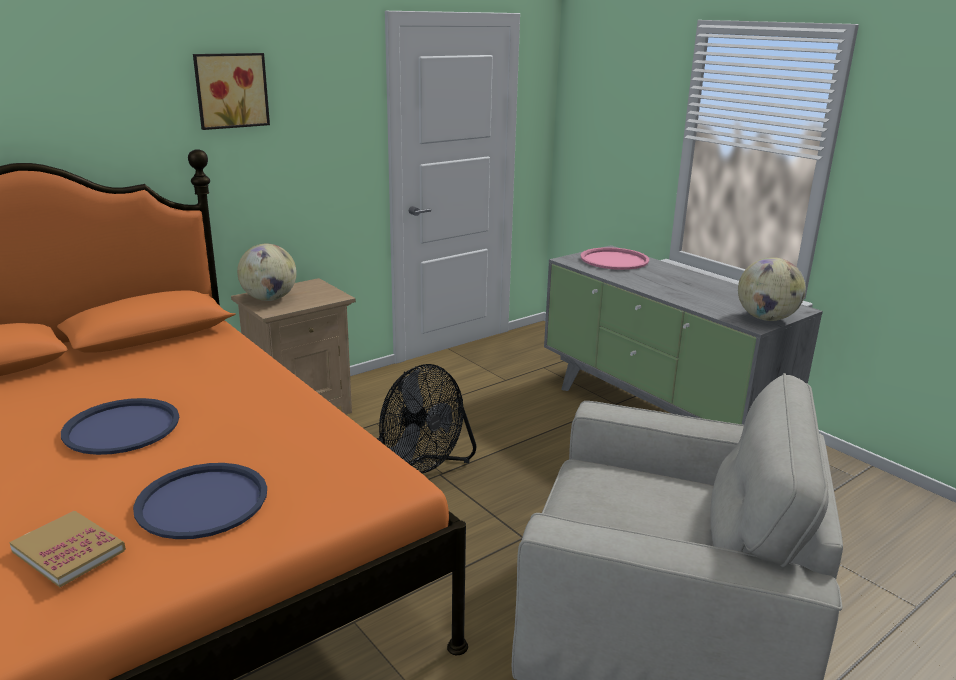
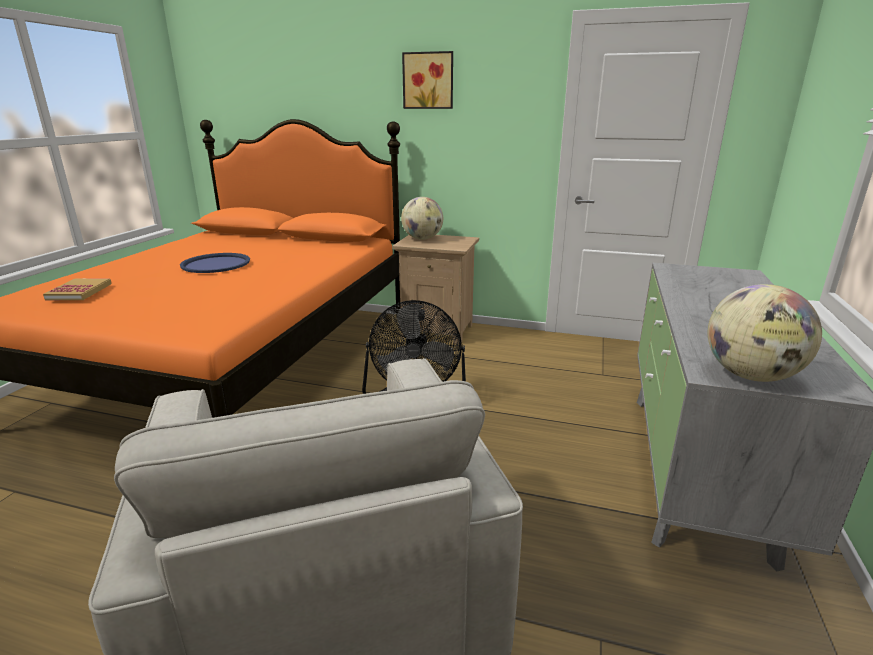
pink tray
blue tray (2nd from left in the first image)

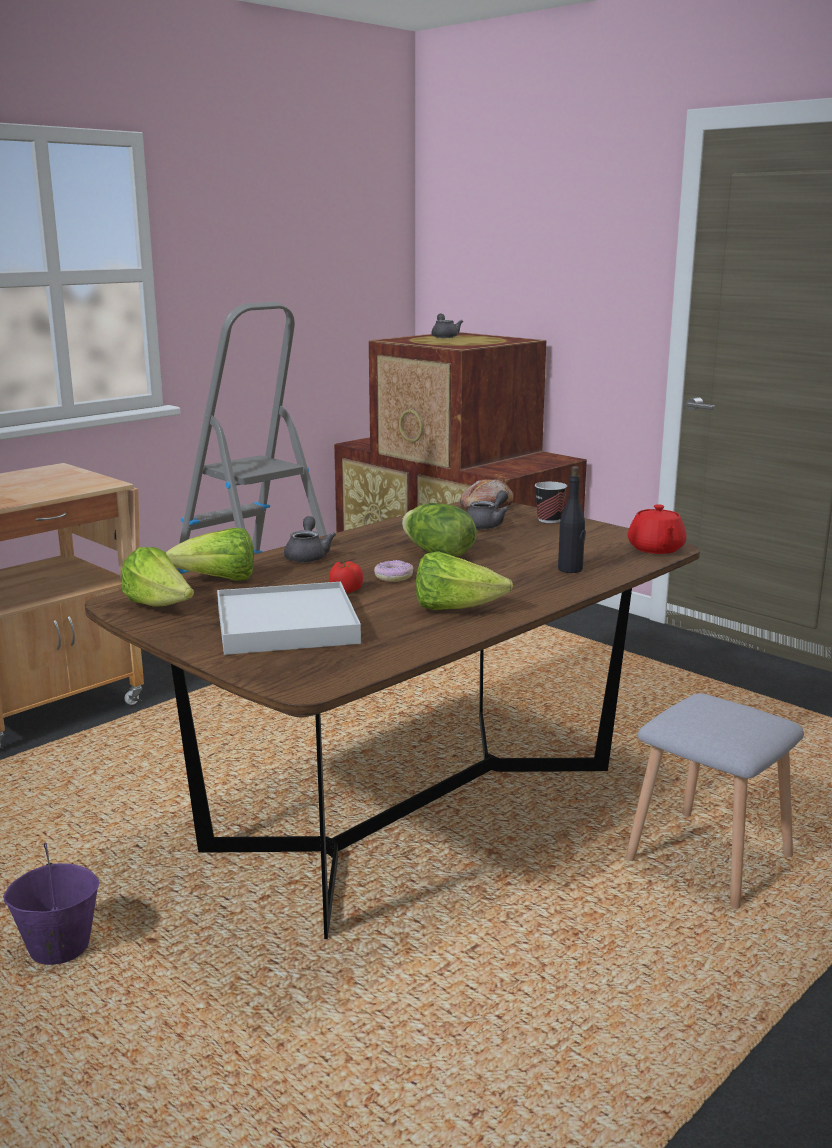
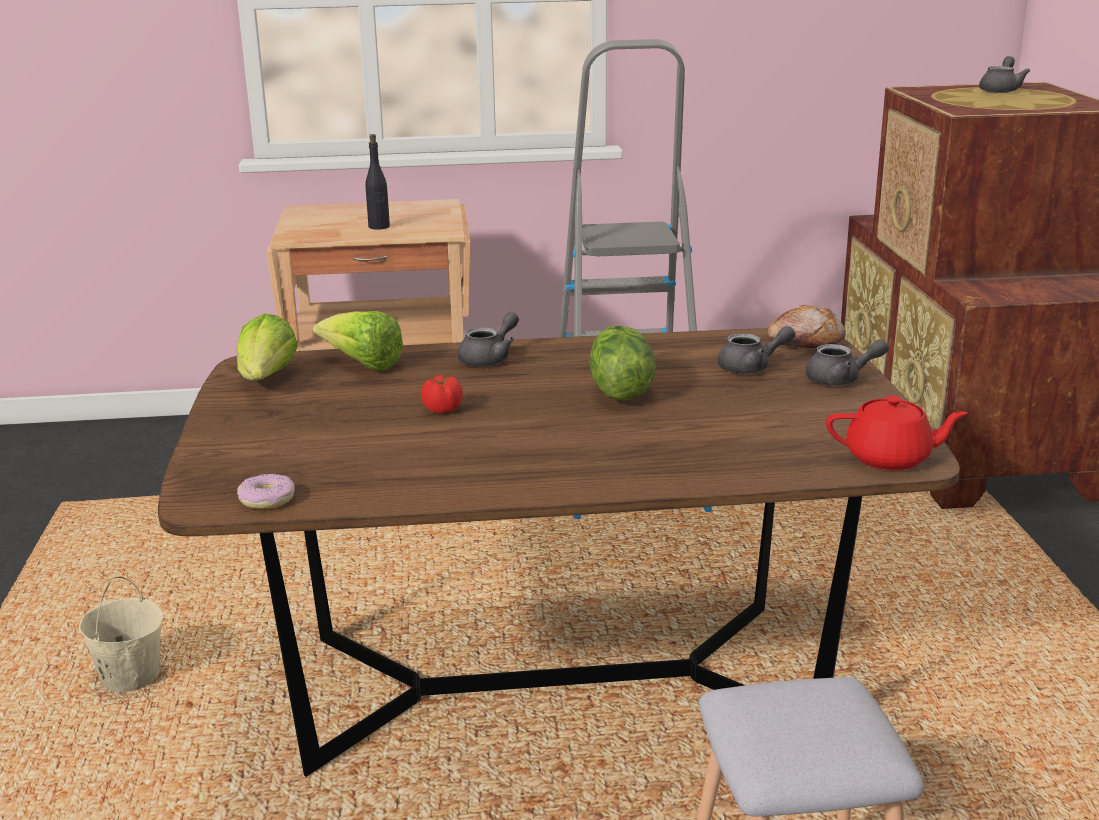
black bottle
grey teapot (3rd from left)
red teapot
lettuce (4th from left in the first image)
donut
white tray
beige bucket

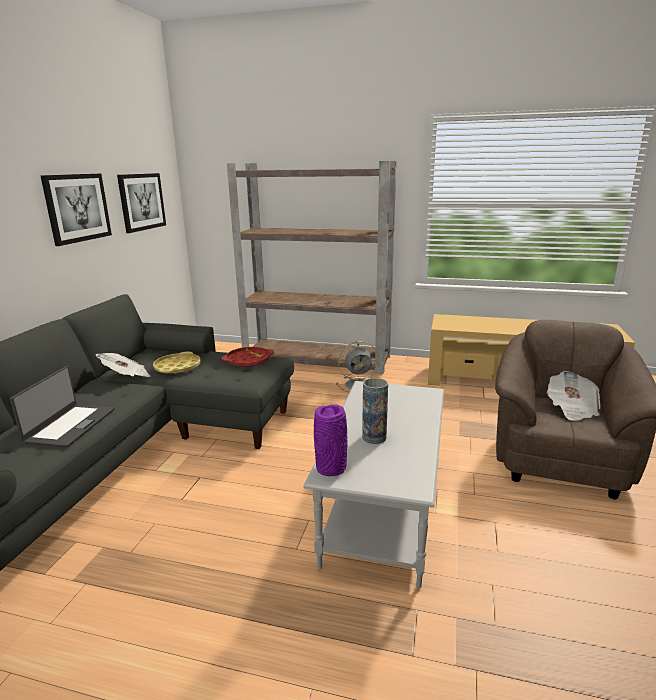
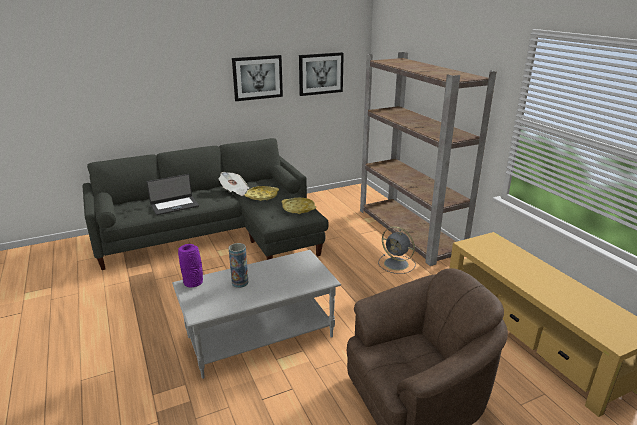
yellow tray (2nd from left)
newspaper (2nd from left in the first image)

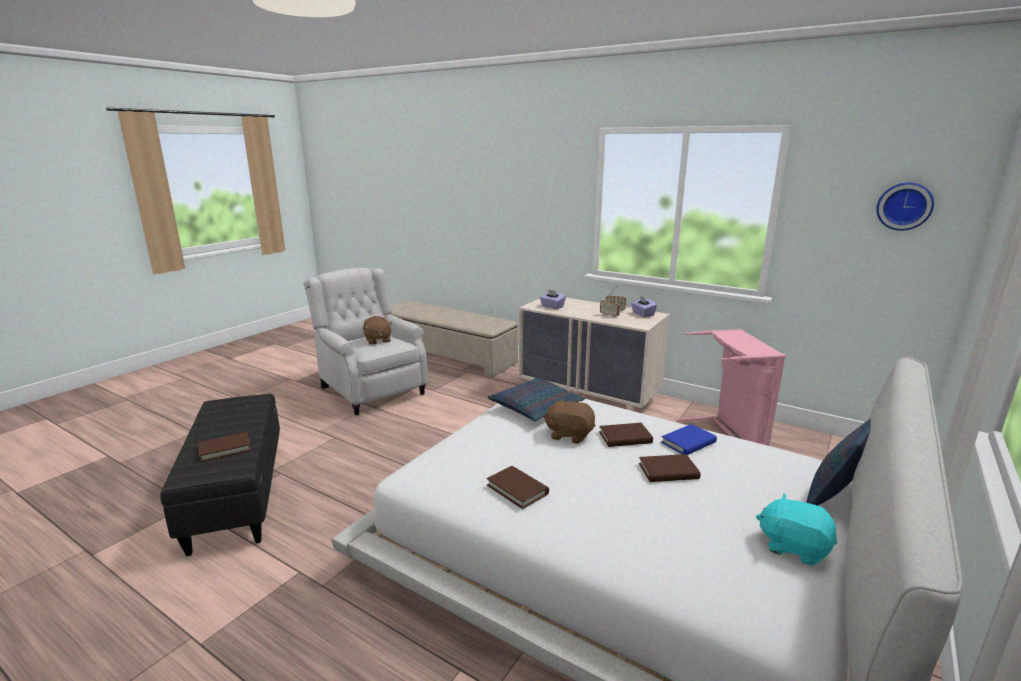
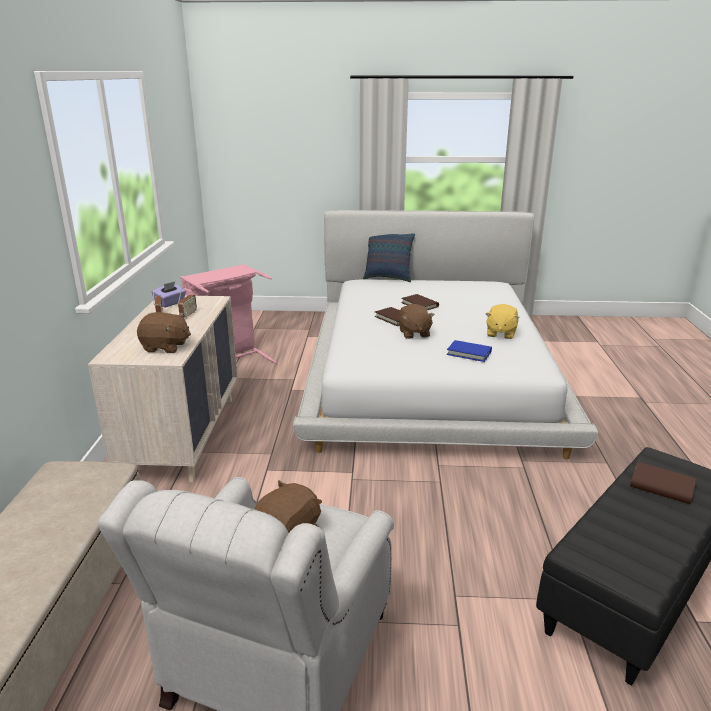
wall clock
brown plush toy (1st from left)
blue pillow (1st from left in the first image)
blue book
yellow plush toy
turquoise plush toy

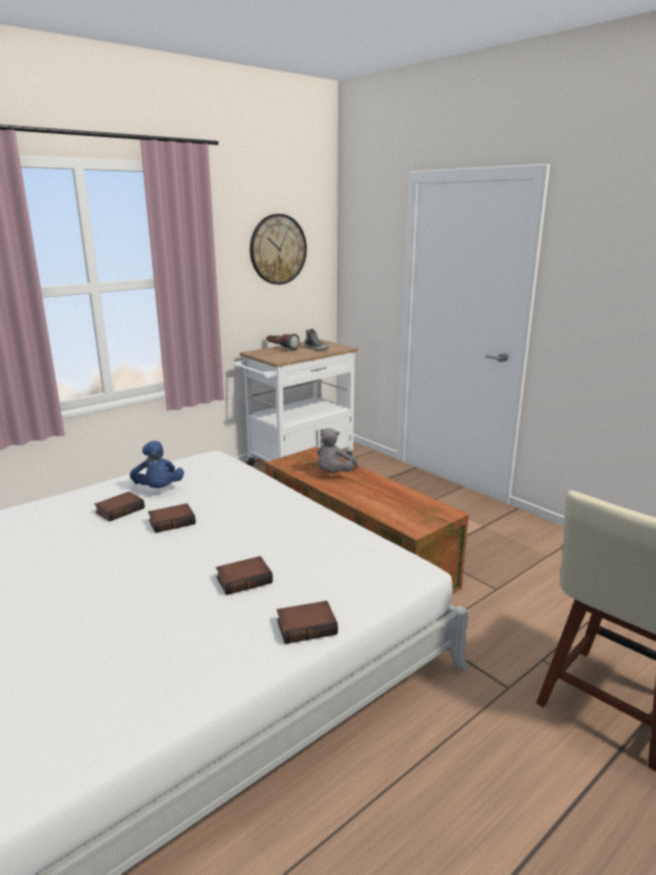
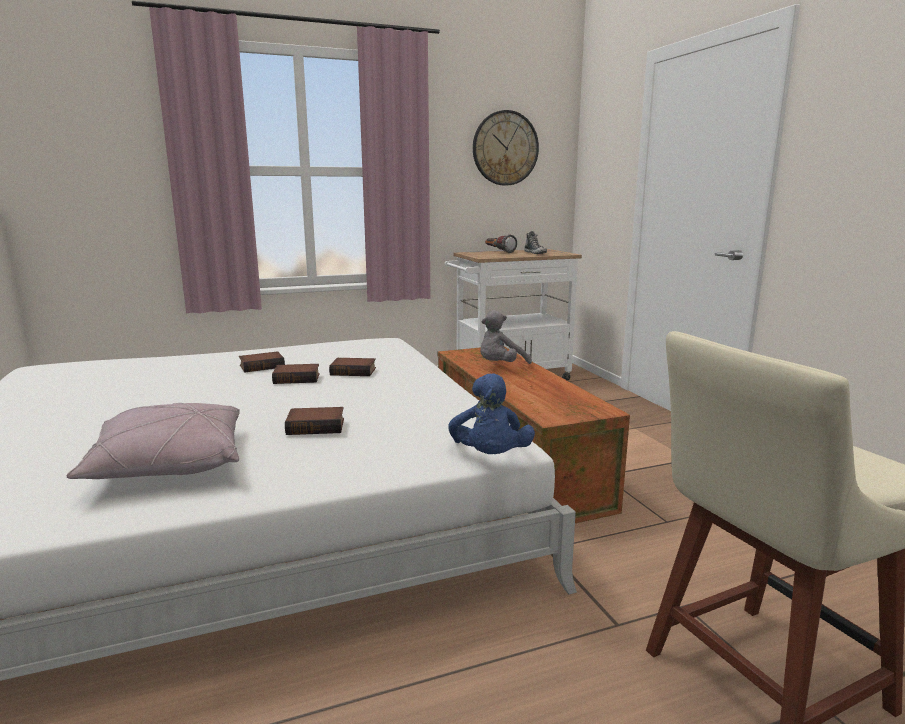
blue plush toy
book (4th from left)
purple pillow

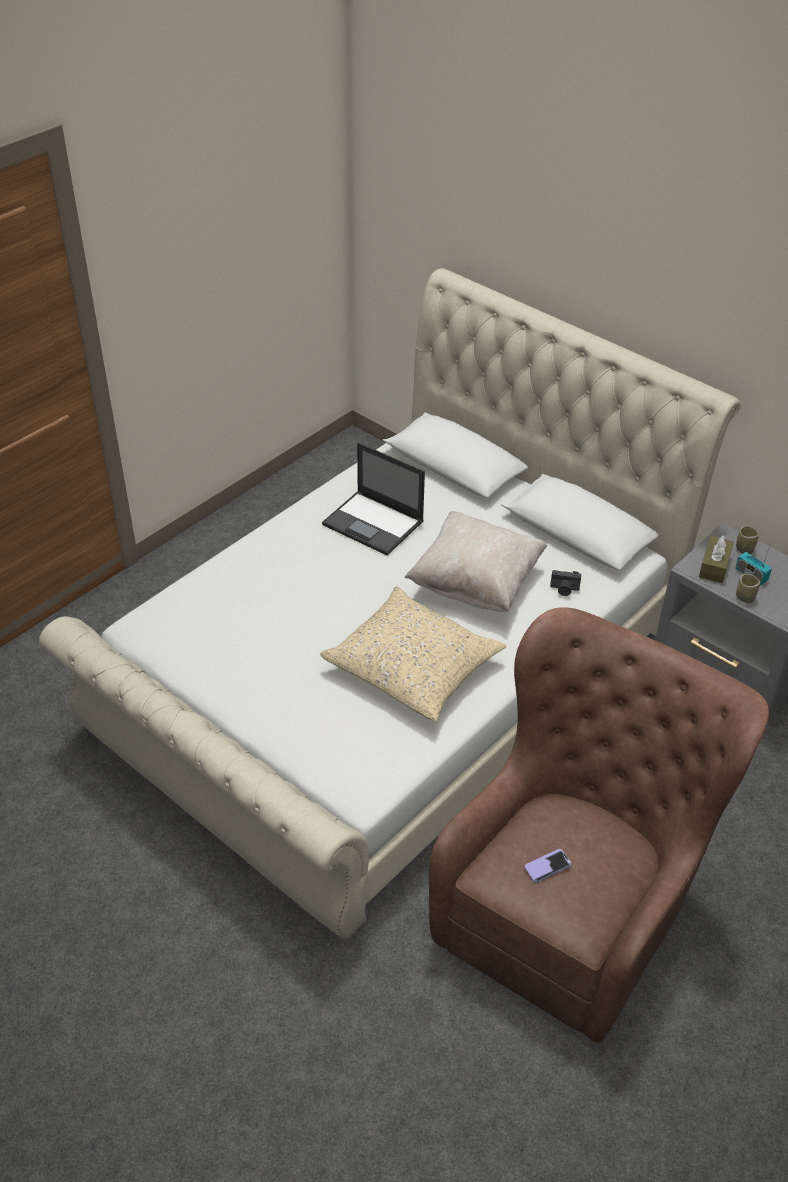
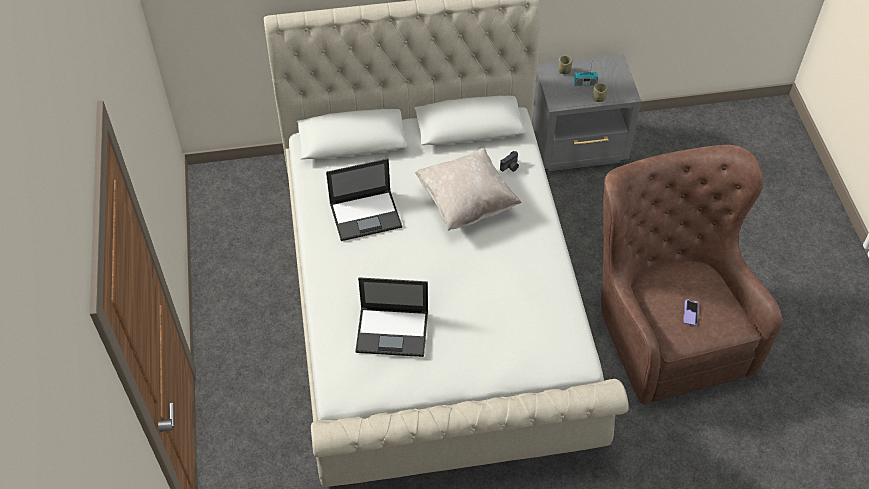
brown tissue box
beige pillow (1st from left in the first image)
laptop (2nd from left)

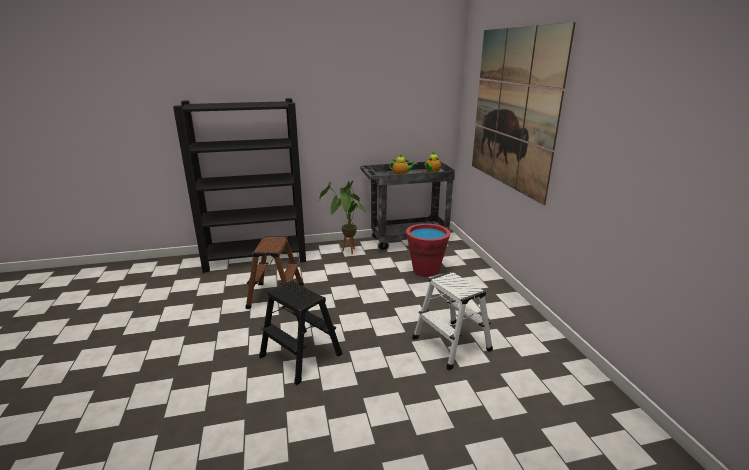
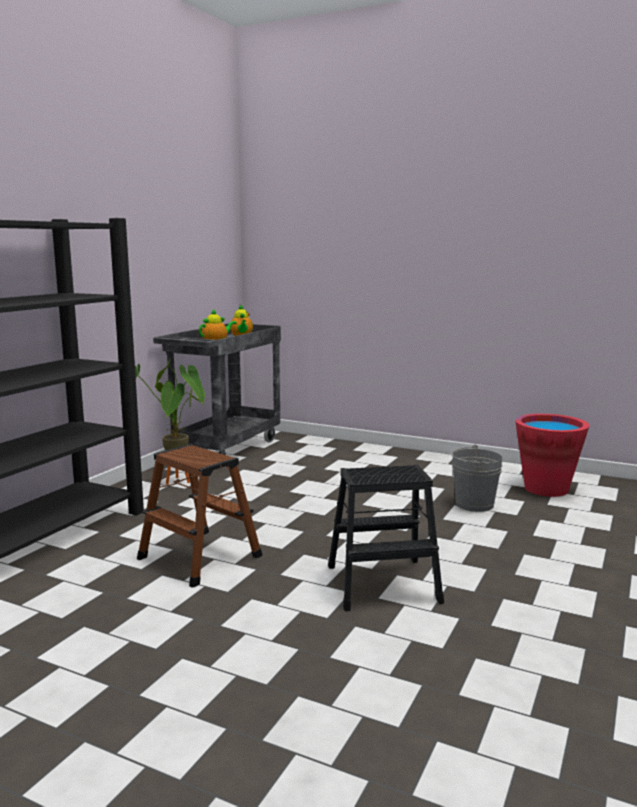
picture
red bucket
grey bucket

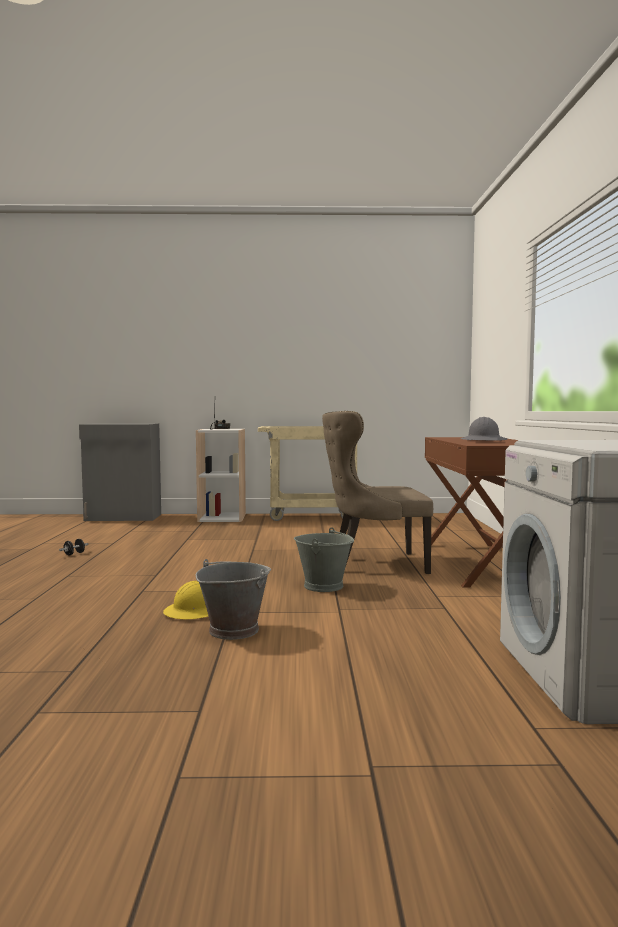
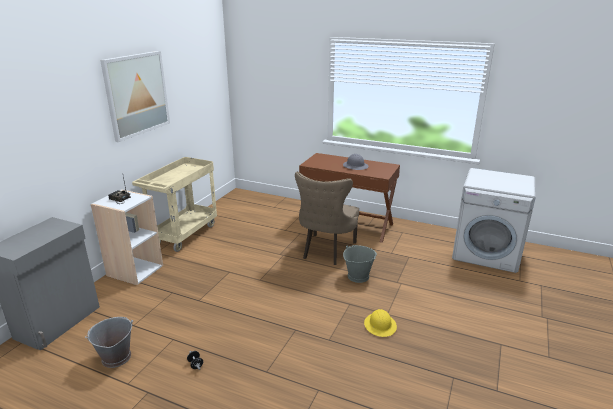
grey bucket (1st from left)
picture

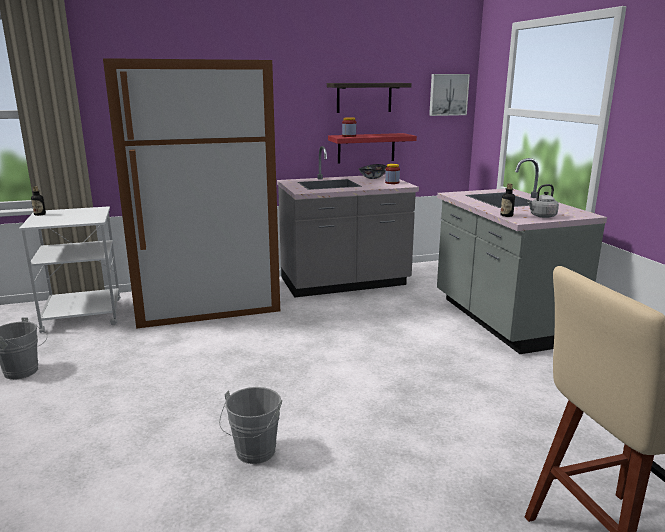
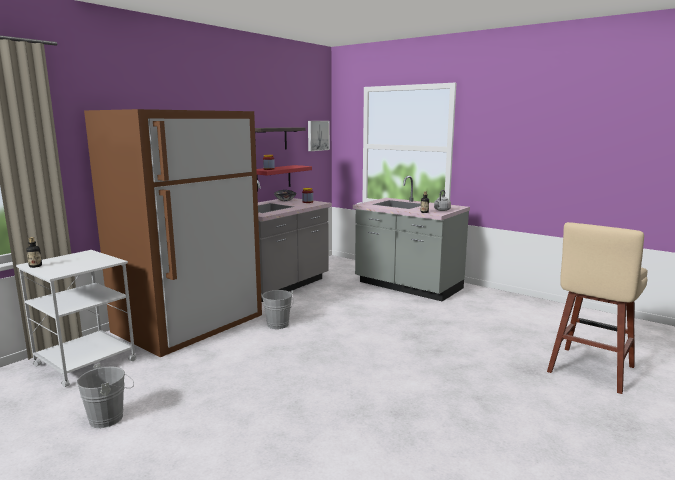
grey bucket (2nd from left)

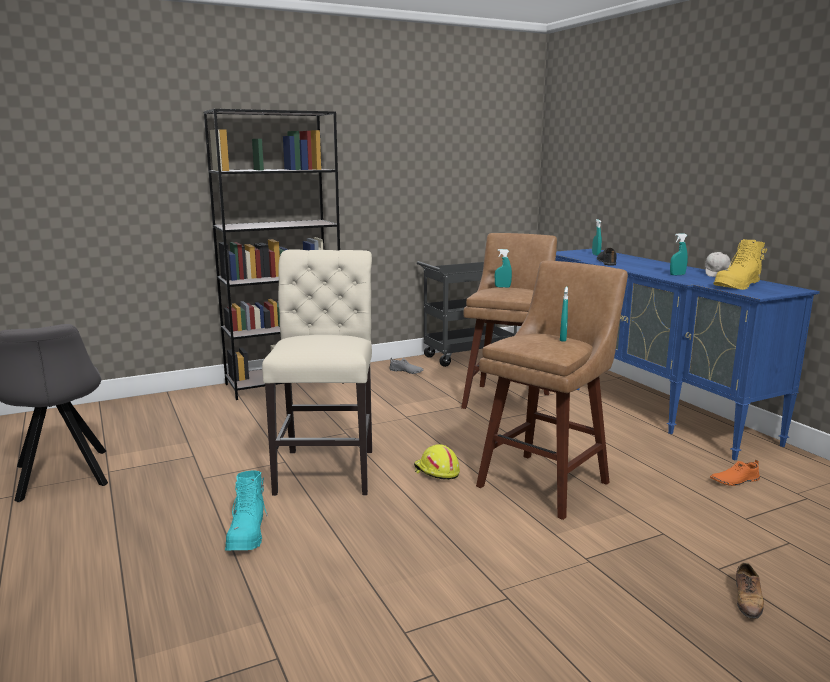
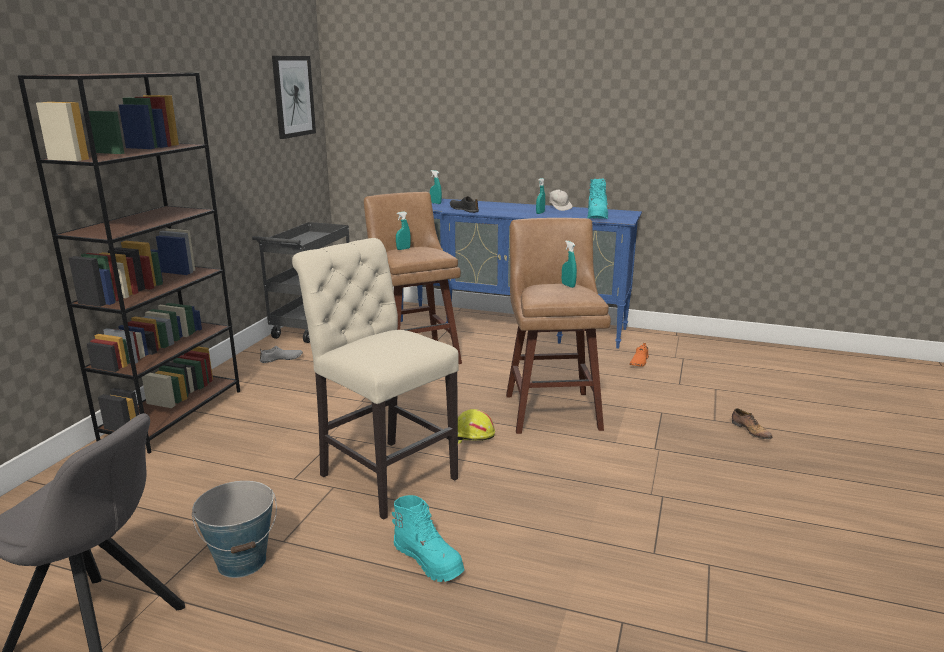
turquoise boot (2nd from left)
picture
bucket

